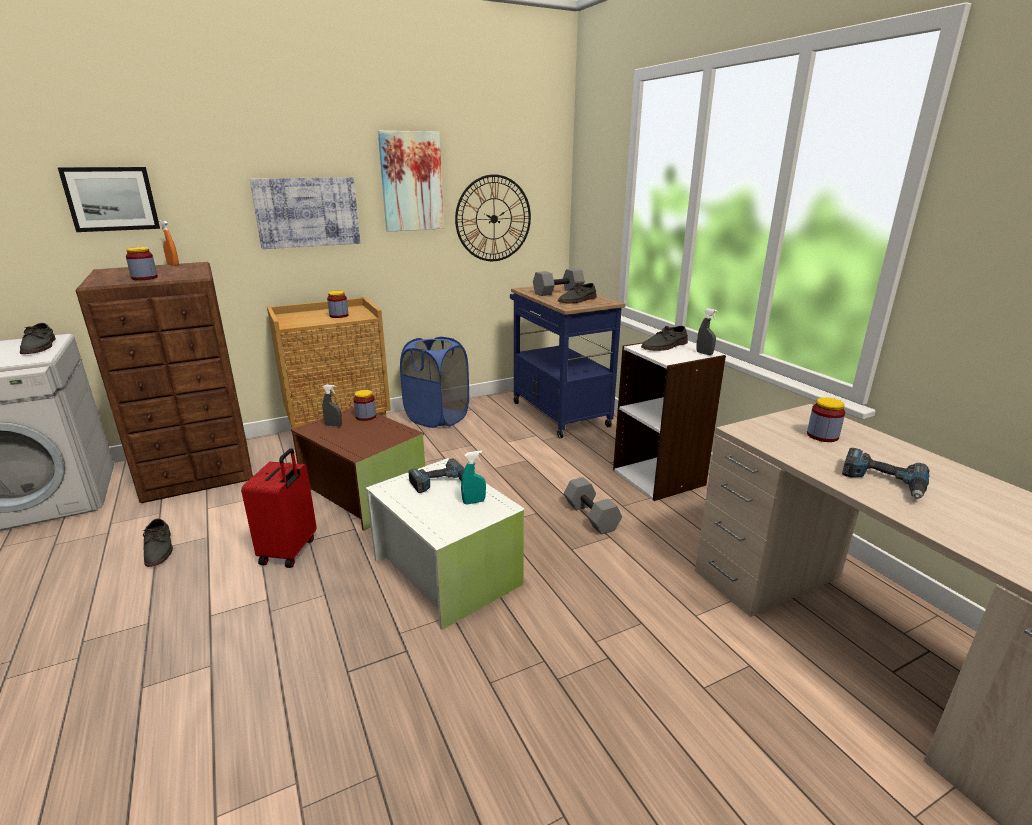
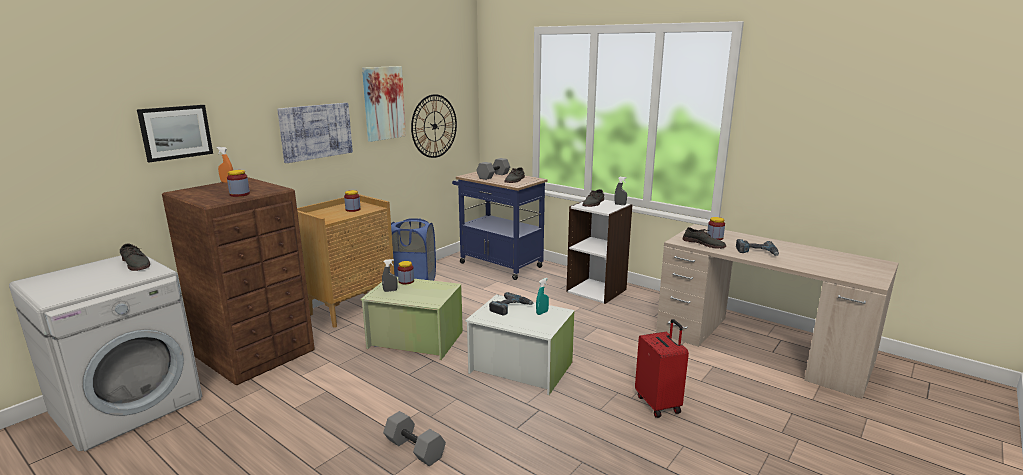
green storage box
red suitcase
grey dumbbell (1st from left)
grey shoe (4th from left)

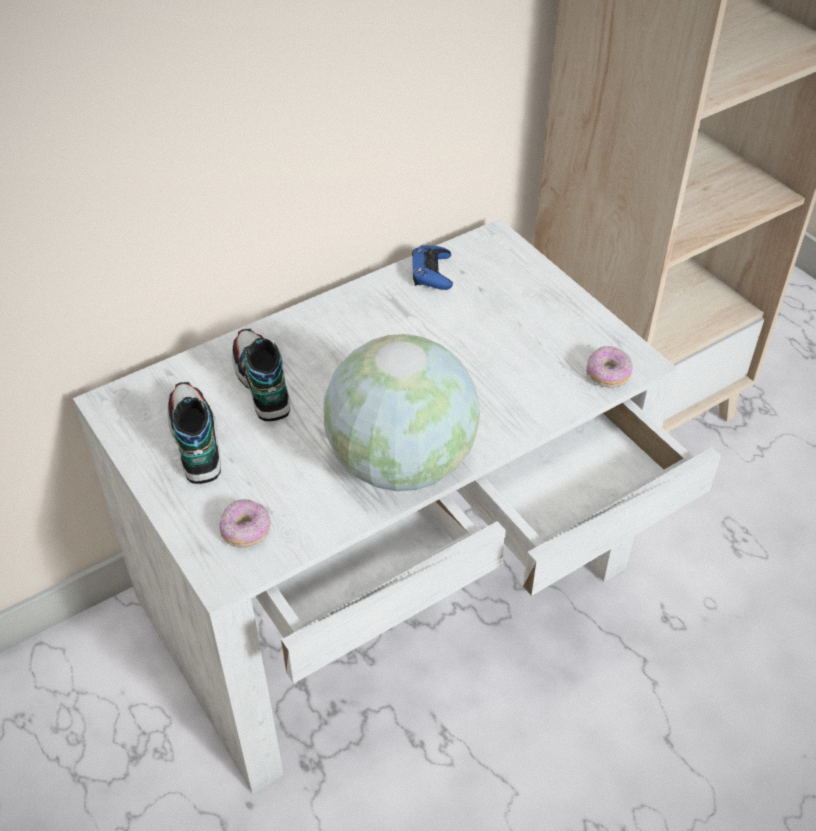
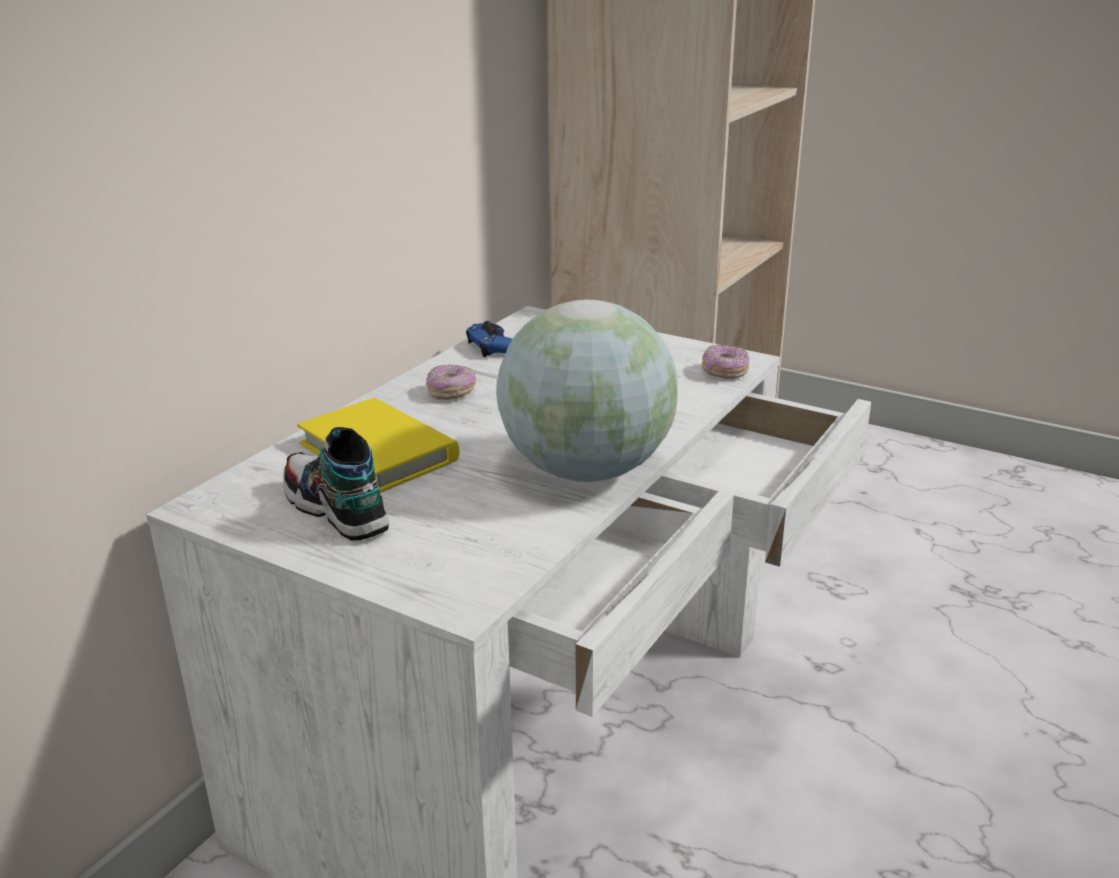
yellow book
donut (1st from left)

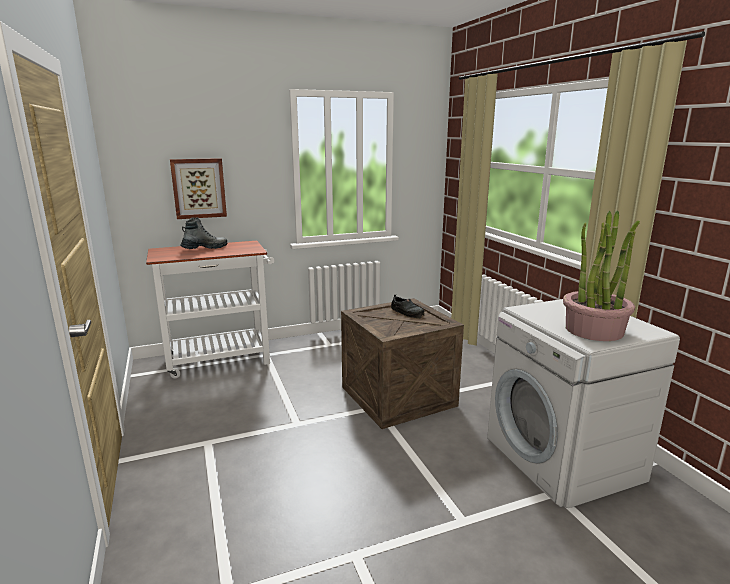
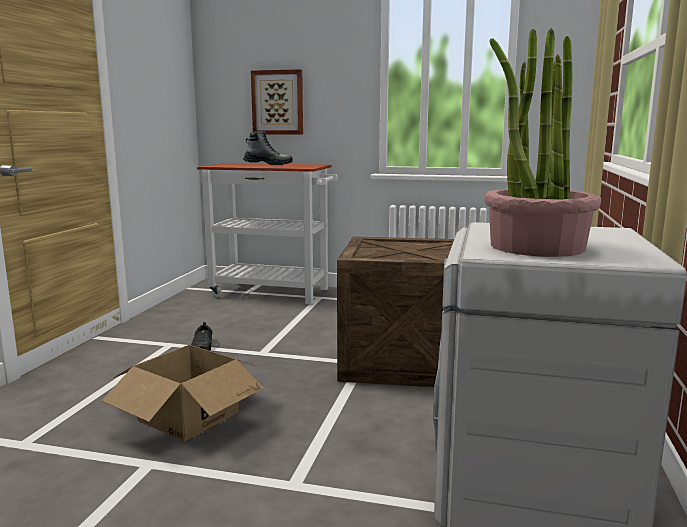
black shoe
cardboard box

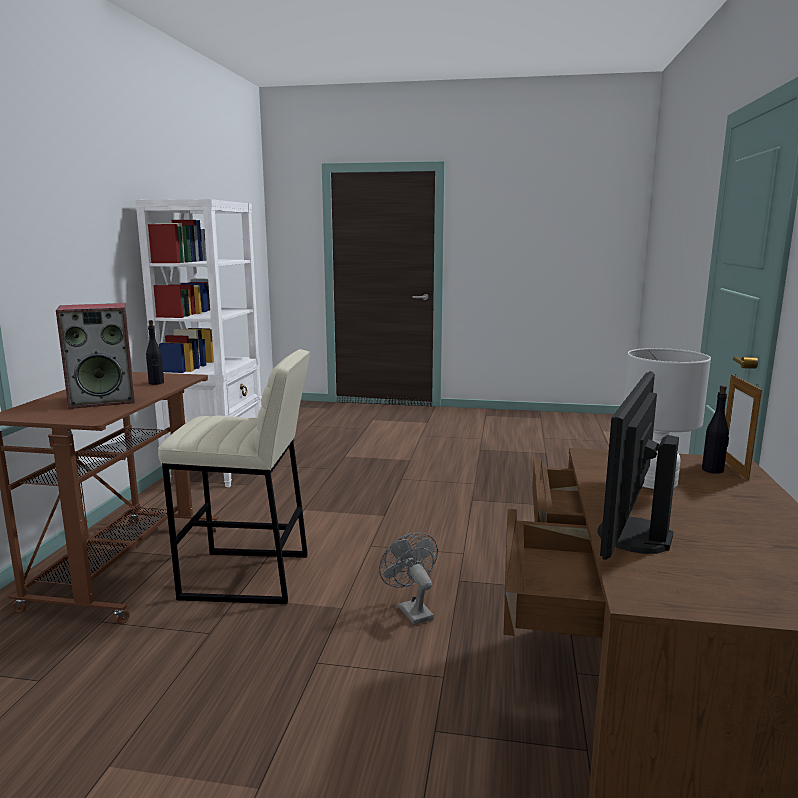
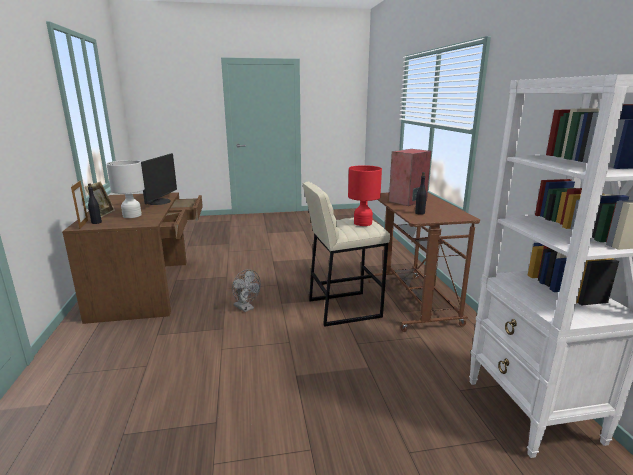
red table lamp
picture frame (2nd from left)

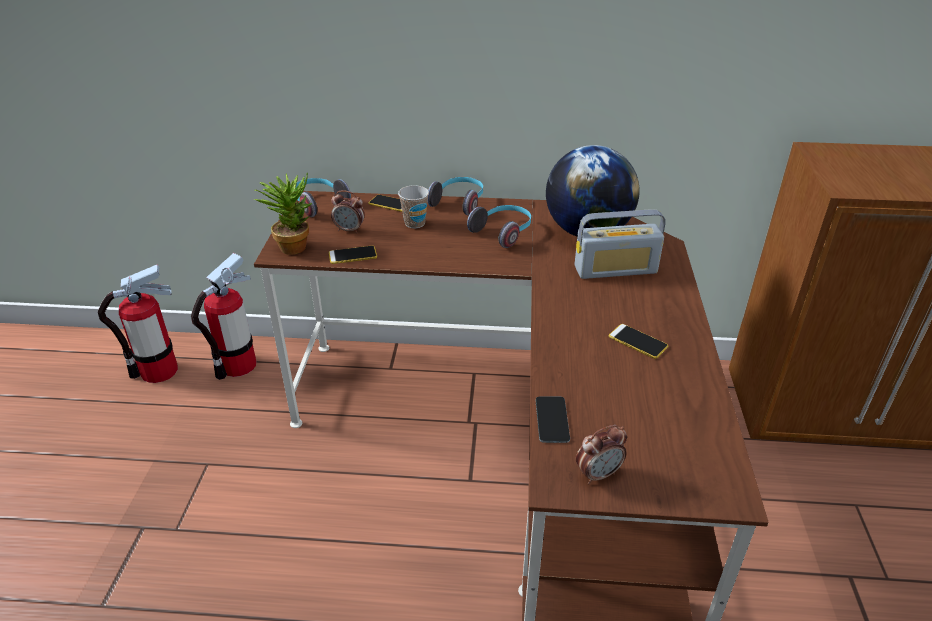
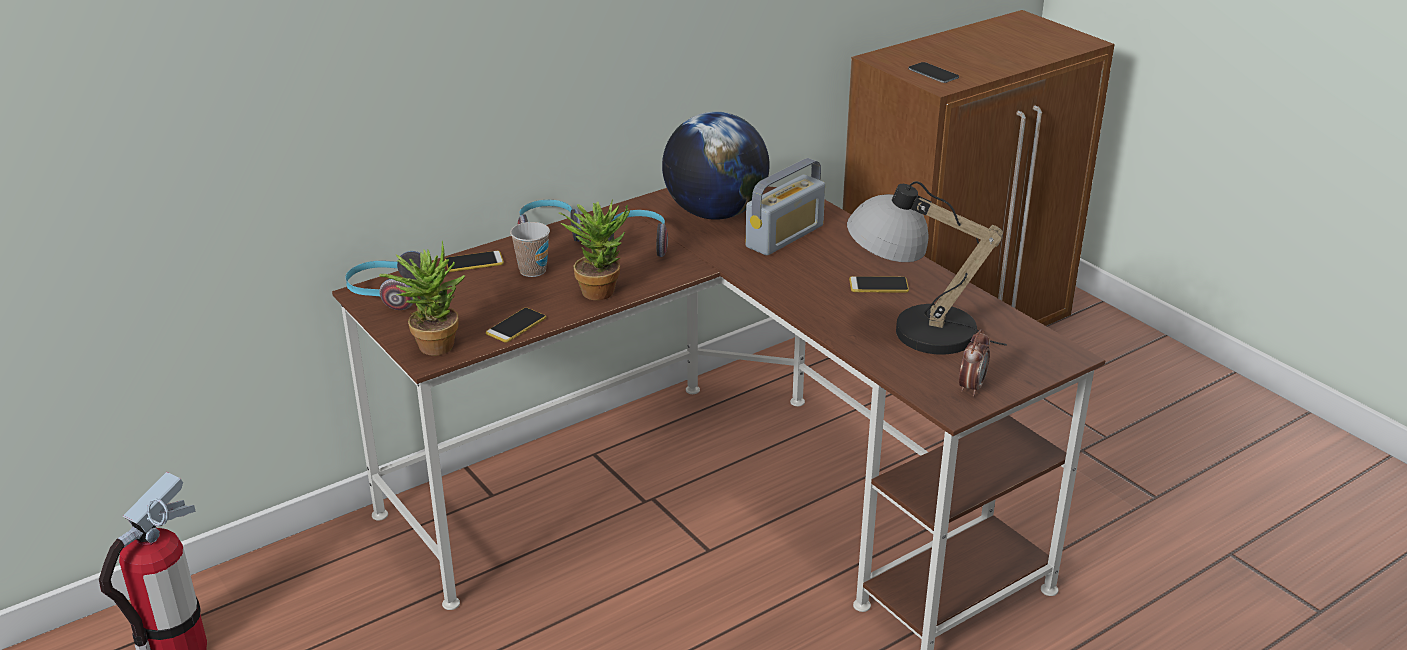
alarm clock (1st from left in the first image)
fire extinguisher (2nd from left in the first image)
phone (4th from left)
table lamp
potted plant (2nd from left)

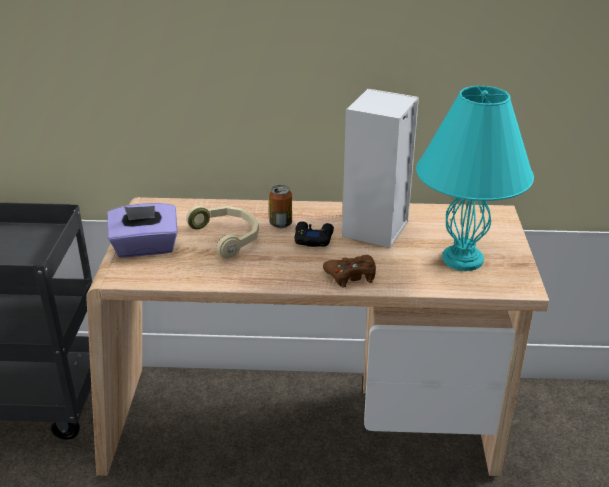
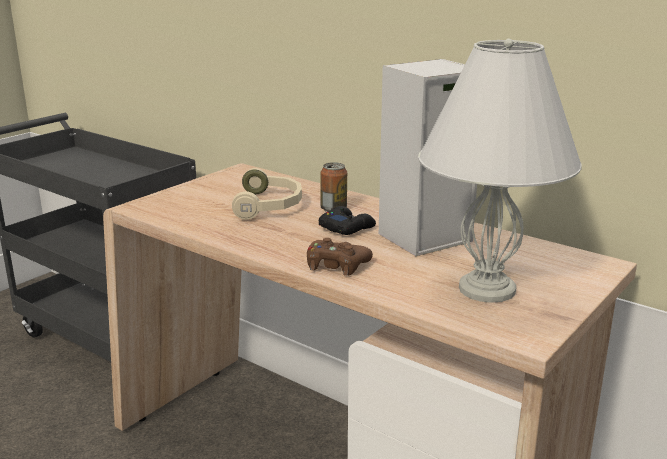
white table lamp
purple tissue box

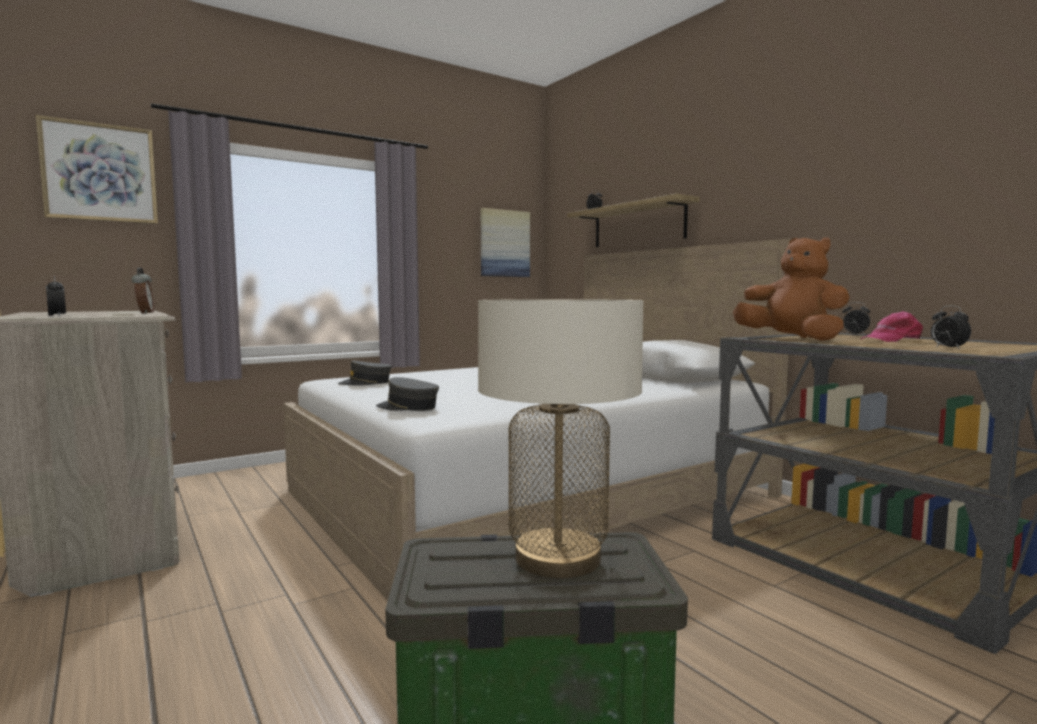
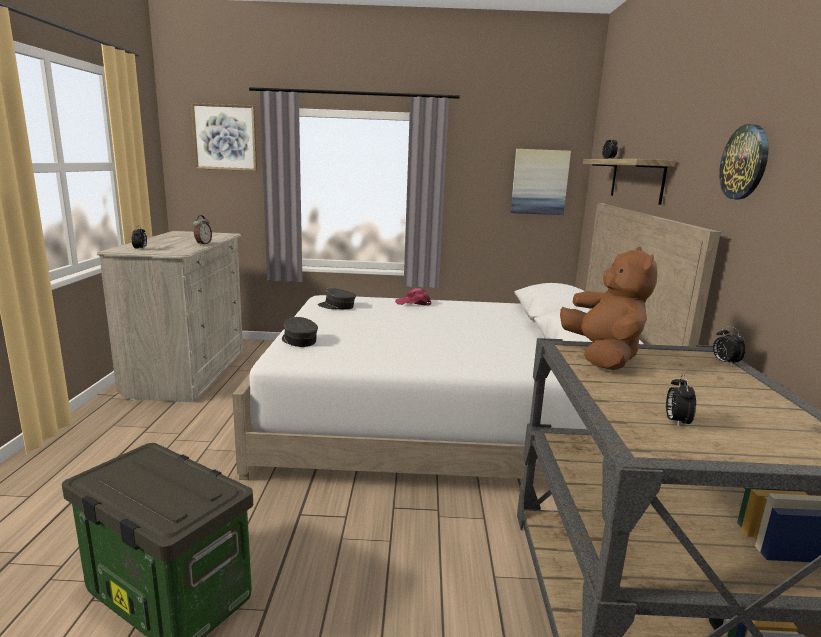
table lamp
pink cap
wall clock

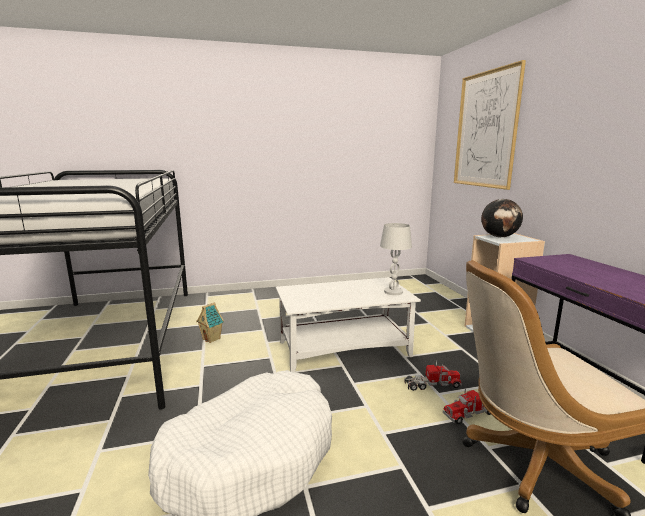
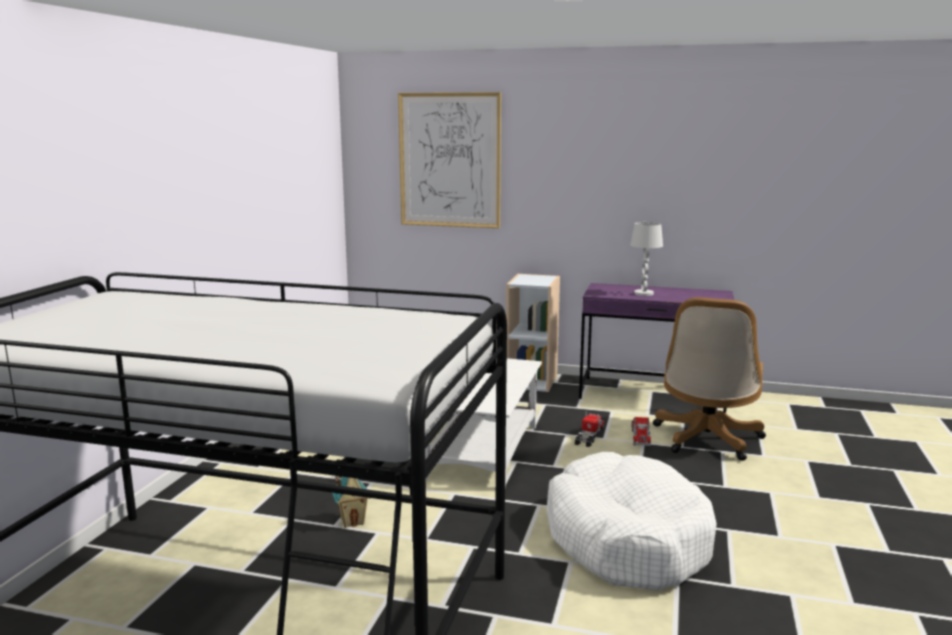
globe
white table lamp

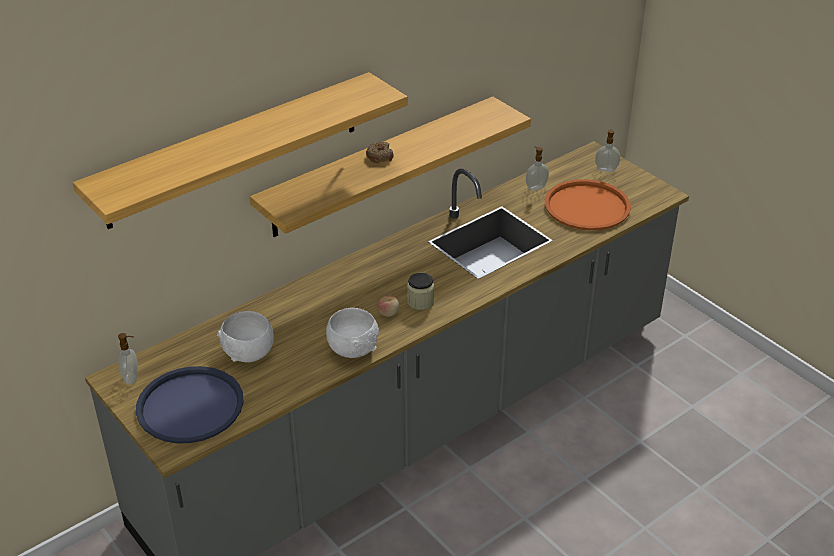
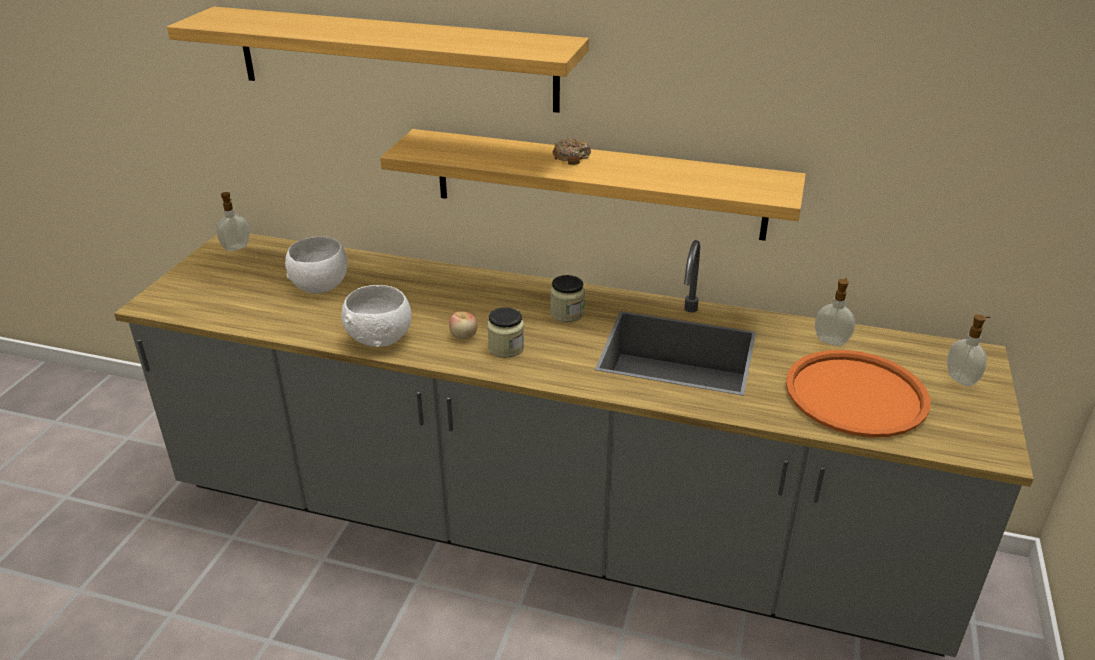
blue tray
jar (2nd from left)

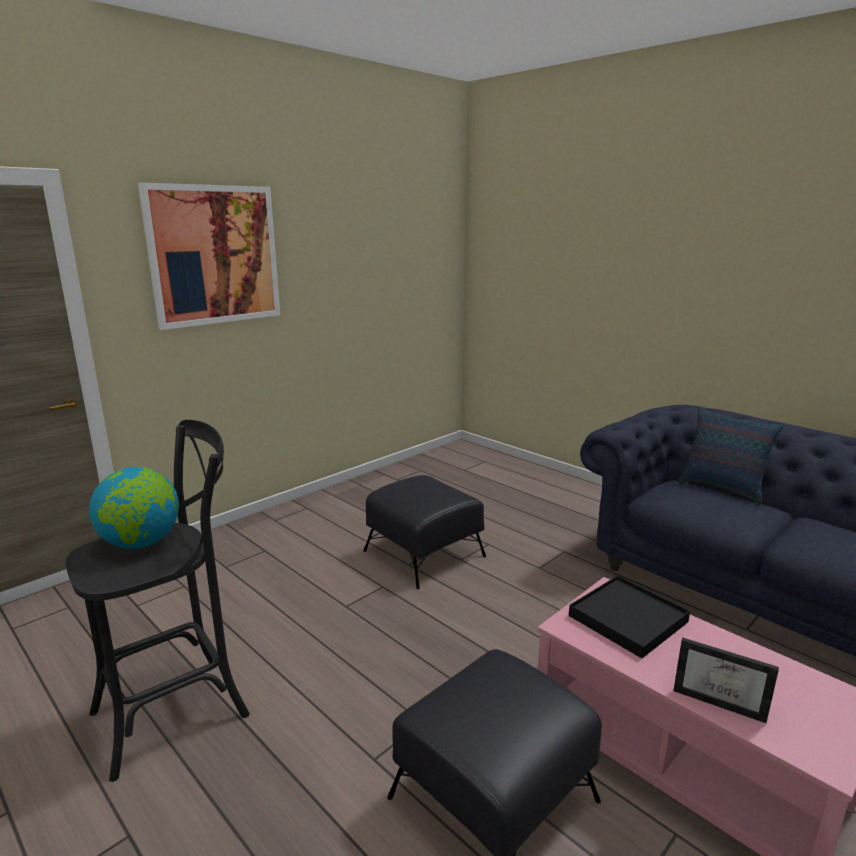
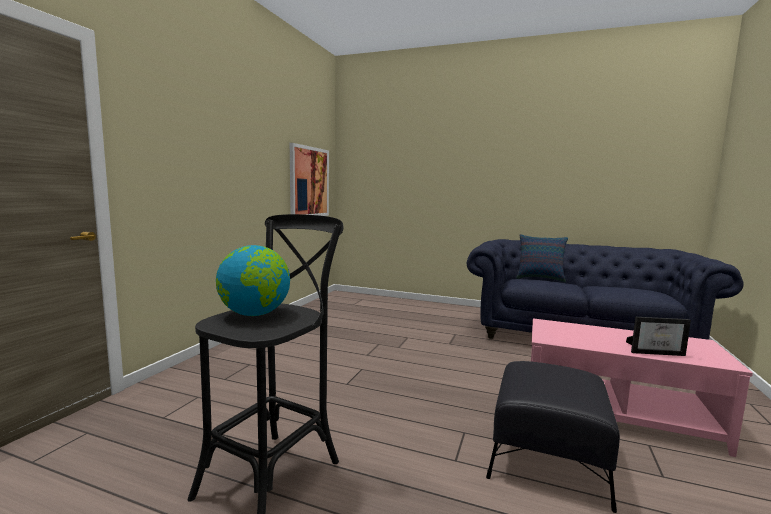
picture
black ottoman (1st from left in the first image)
black tray

